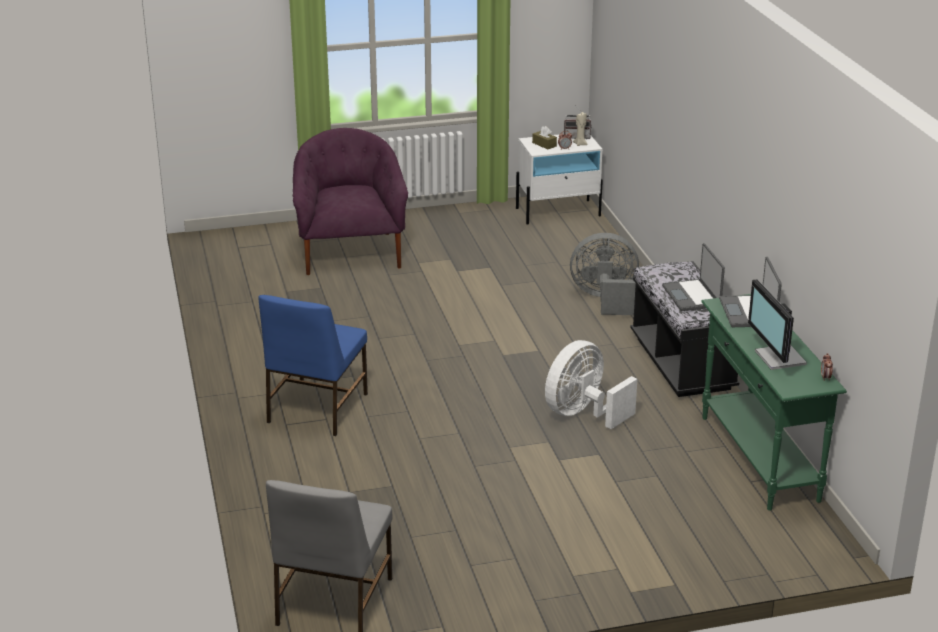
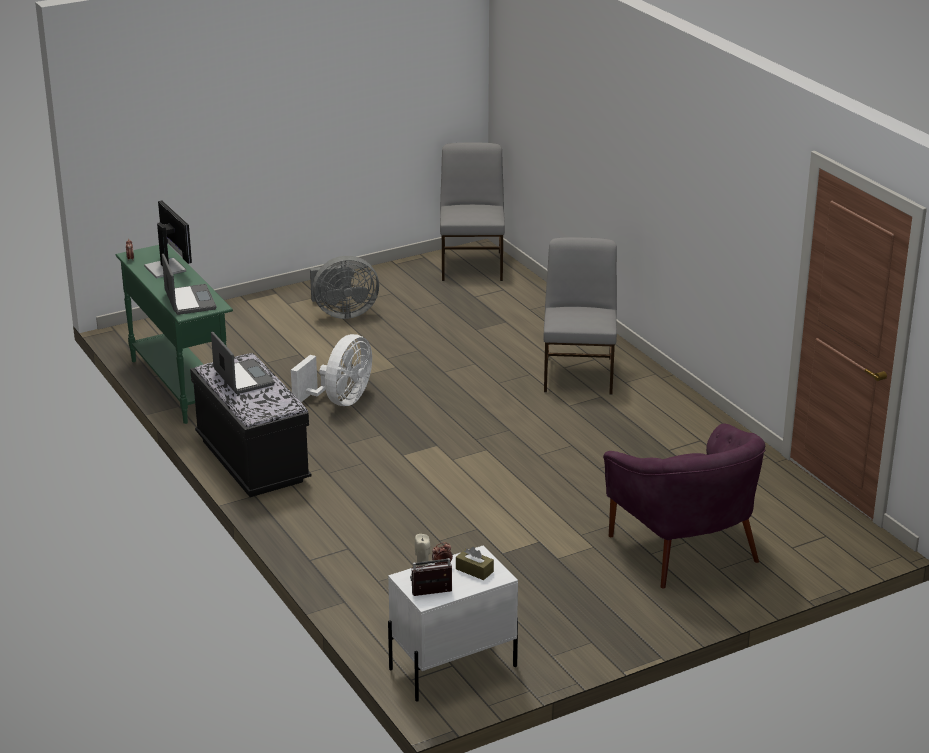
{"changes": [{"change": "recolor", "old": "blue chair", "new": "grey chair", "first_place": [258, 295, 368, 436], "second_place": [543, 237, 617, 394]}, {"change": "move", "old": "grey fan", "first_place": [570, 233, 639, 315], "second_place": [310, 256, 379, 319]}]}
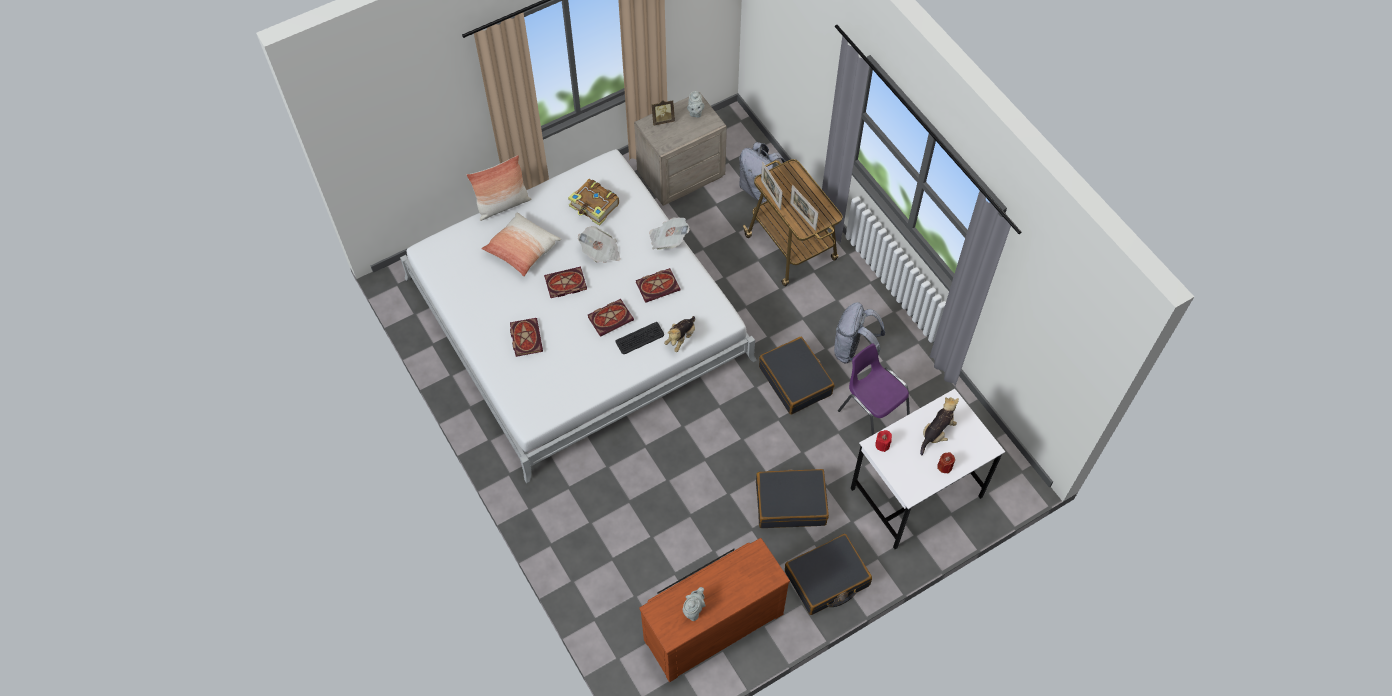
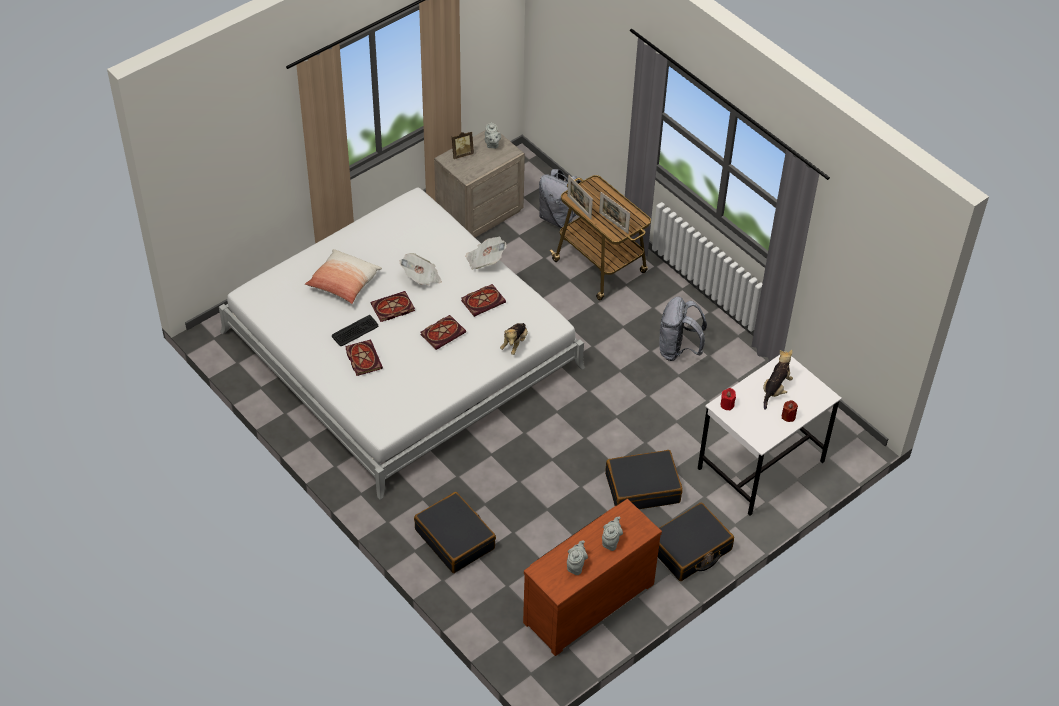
{"changes": [{"change": "delete", "old": "pillow", "first_place": [466, 155, 531, 221]}, {"change": "delete", "old": "book", "first_place": [568, 179, 619, 226]}, {"change": "move", "old": "keyboard", "first_place": [615, 322, 664, 354], "second_place": [332, 315, 378, 346]}, {"change": "move", "old": "black suitcase", "first_place": [759, 337, 834, 415], "second_place": [414, 492, 496, 573]}, {"change": "delete", "old": "purple chair", "first_place": [838, 343, 910, 435]}, {"change": "insert", "new": "grey teapot", "second_place": [602, 517, 623, 551]}]}
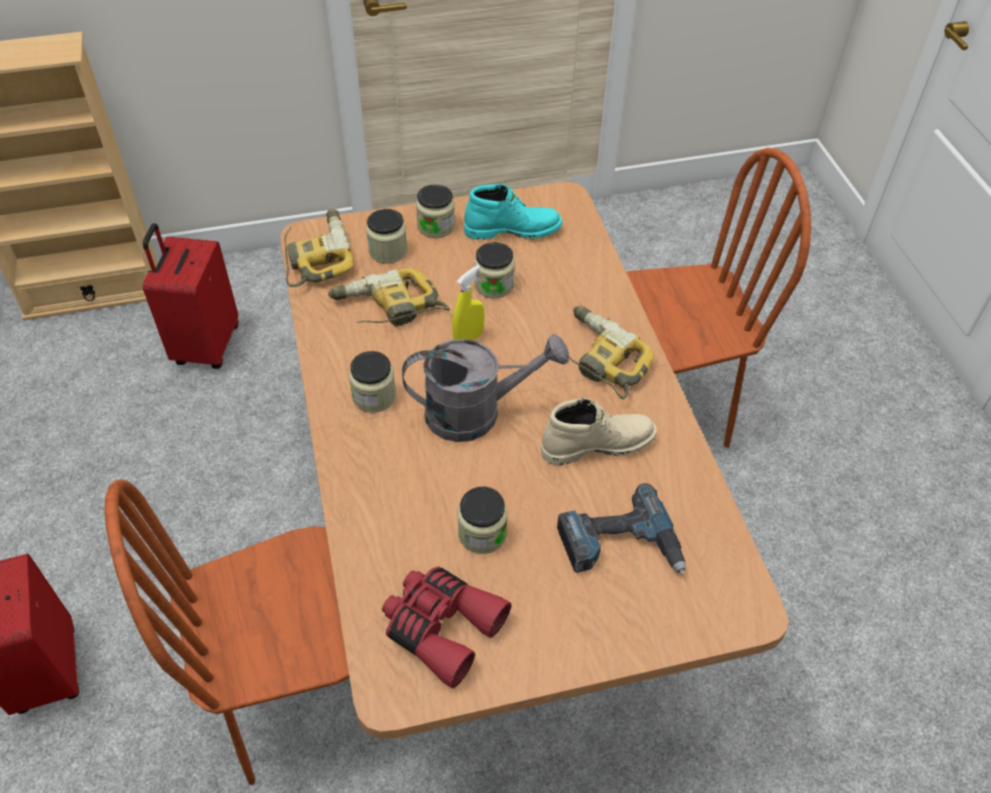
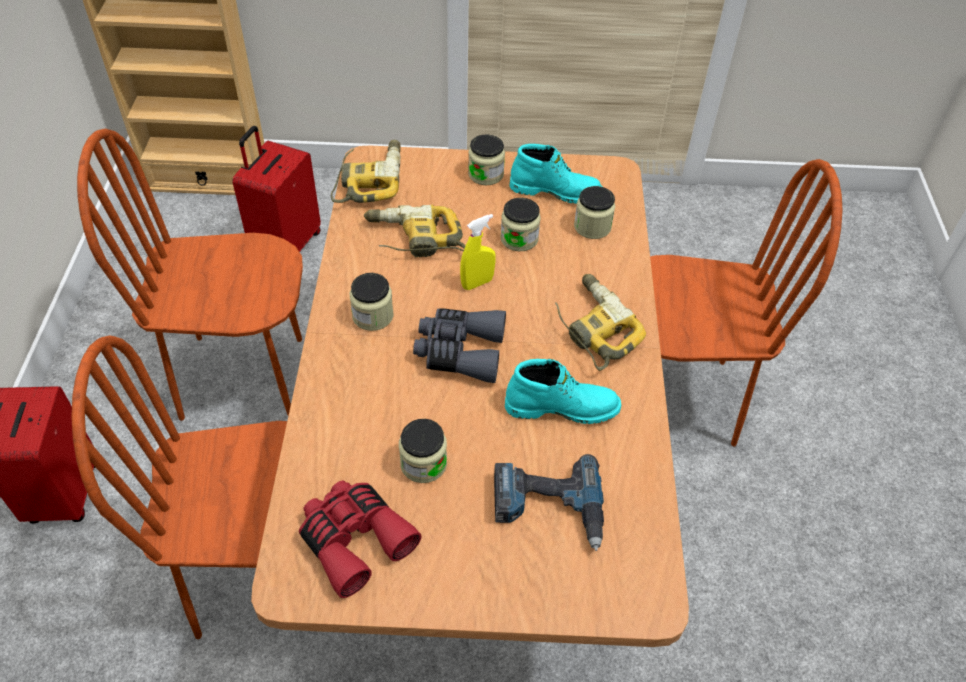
{"changes": [{"change": "move", "old": "jar", "first_place": [366, 209, 407, 263], "second_place": [574, 186, 615, 239]}, {"change": "replace", "old": "grey watering can", "new": "grey binoculars", "first_place": [402, 334, 569, 442], "second_place": [413, 308, 506, 383]}, {"change": "recolor", "old": "beige boot", "new": "turquoise boot", "first_place": [541, 398, 657, 465], "second_place": [505, 359, 621, 424]}, {"change": "insert", "new": "brown chair", "second_place": [77, 129, 303, 421]}]}
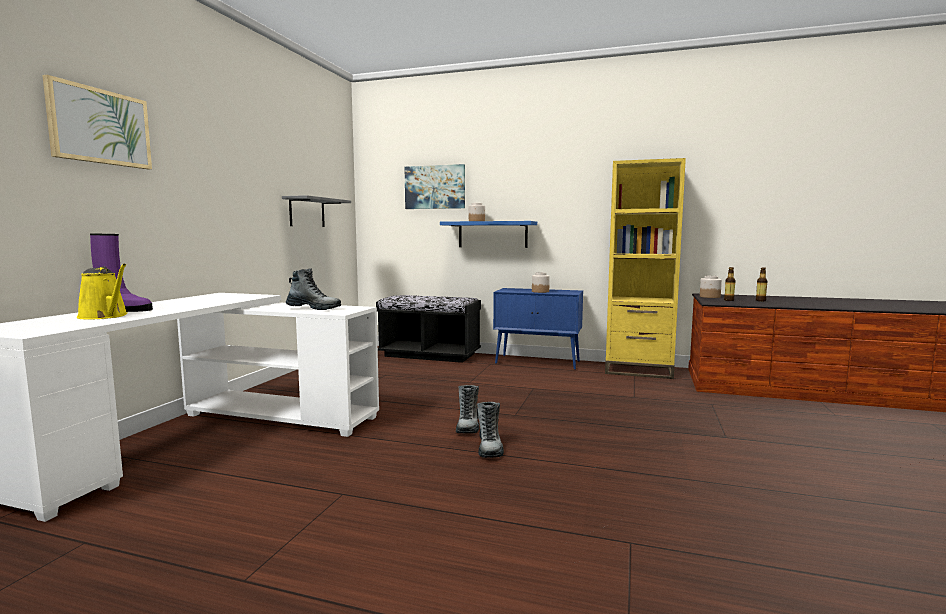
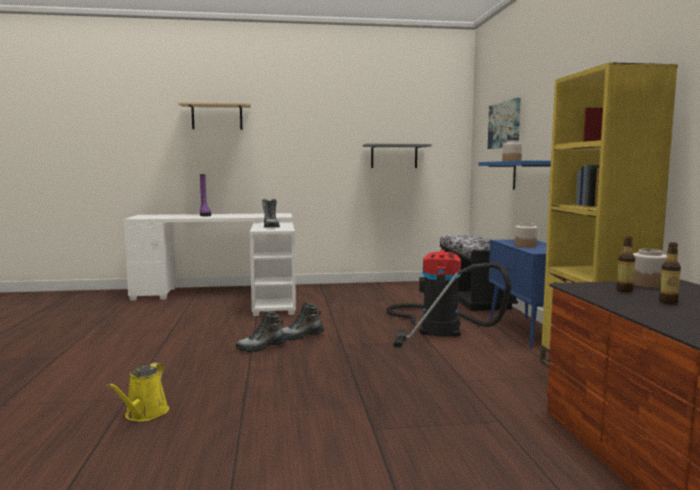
{"changes": [{"change": "replace", "old": "picture", "new": "beige shelf", "first_place": [42, 75, 152, 169], "second_place": [178, 101, 251, 130]}, {"change": "move", "old": "yellow watering can", "first_place": [77, 264, 128, 320], "second_place": [107, 363, 169, 421]}, {"change": "insert", "new": "vacuum cleaner", "second_place": [386, 249, 511, 348]}]}
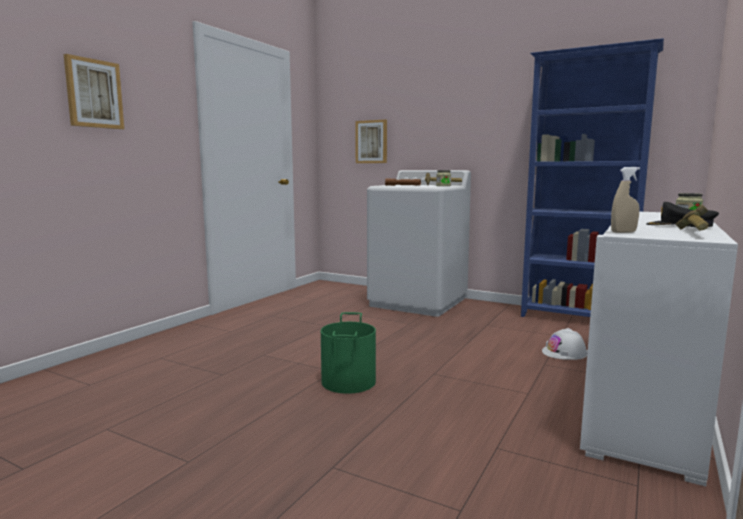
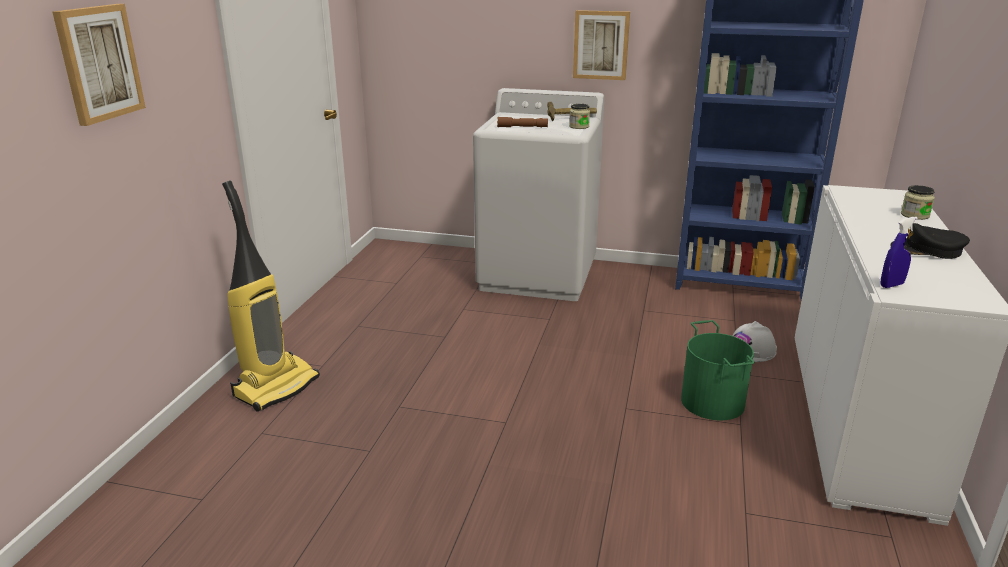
{"changes": [{"change": "move", "old": "green bucket", "first_place": [321, 312, 376, 394], "second_place": [681, 320, 754, 420]}, {"change": "move", "old": "picture", "first_place": [355, 119, 387, 163], "second_place": [573, 10, 630, 80]}, {"change": "recolor", "old": "beige spray bottle", "new": "blue spray bottle", "first_place": [611, 167, 640, 233], "second_place": [881, 217, 918, 288]}, {"change": "delete", "old": "hammer", "first_place": [676, 205, 709, 230]}, {"change": "insert", "new": "vacuum cleaner", "second_place": [222, 180, 320, 412]}]}
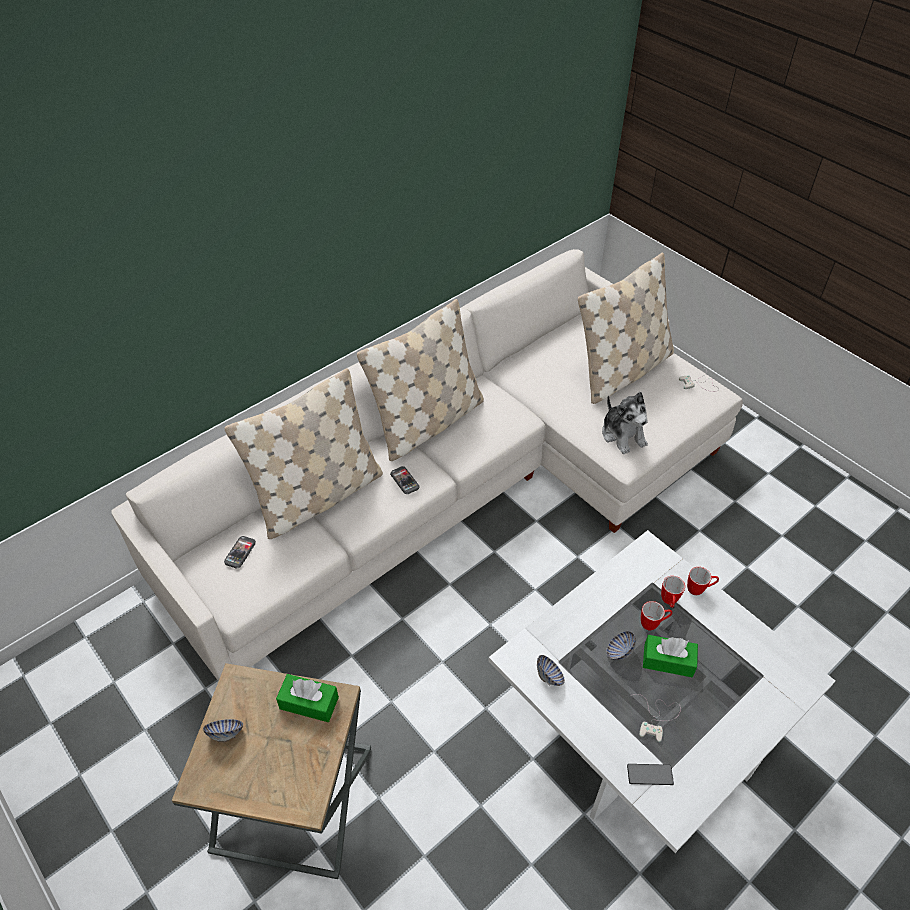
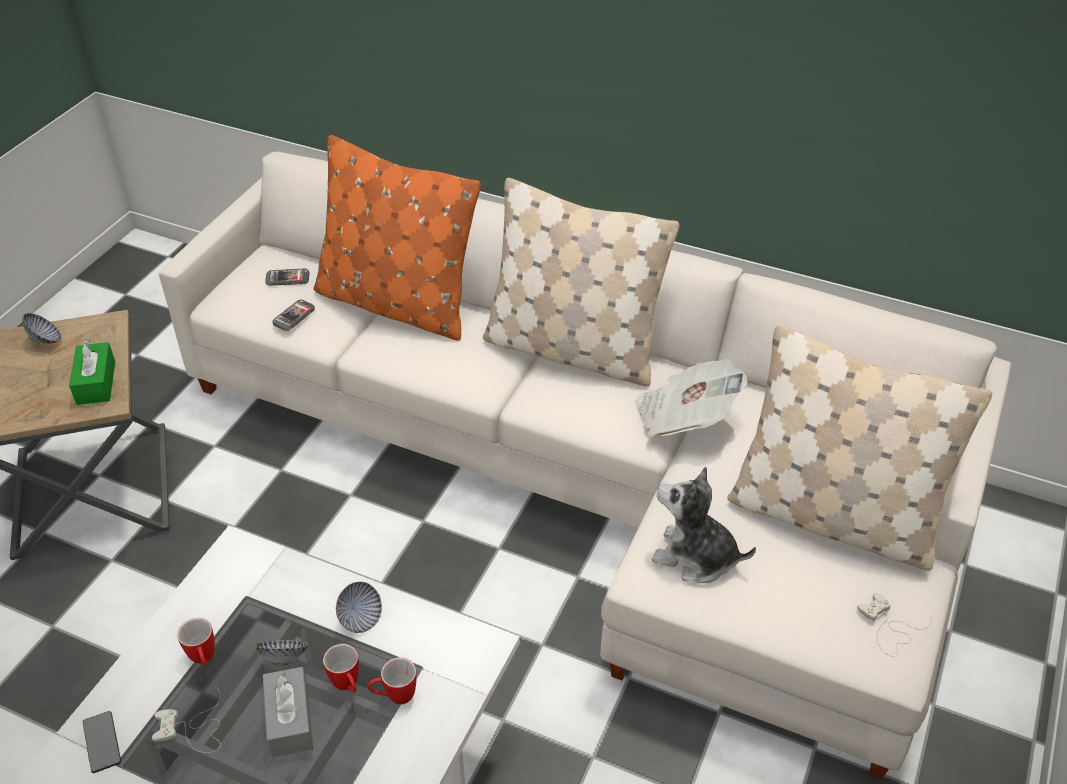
{"changes": [{"change": "recolor", "old": "beige pillow", "new": "orange pillow", "first_place": [225, 368, 383, 539], "second_place": [314, 135, 481, 341]}, {"change": "move", "old": "phone", "first_place": [390, 466, 420, 494], "second_place": [272, 300, 315, 331]}, {"change": "move", "old": "bowl", "first_place": [537, 655, 565, 686], "second_place": [336, 582, 382, 633]}, {"change": "rotate", "old": "plush toy", "first_place": [602, 392, 648, 454], "second_place": [652, 466, 756, 583], "degrees": 75}, {"change": "recolor", "old": "green tissue box", "new": "grey tissue box", "first_place": [643, 635, 698, 677], "second_place": [263, 667, 313, 757]}, {"change": "move", "old": "mug", "first_place": [687, 567, 719, 595], "second_place": [177, 618, 215, 666]}, {"change": "insert", "new": "newspaper", "second_place": [635, 359, 747, 437]}]}
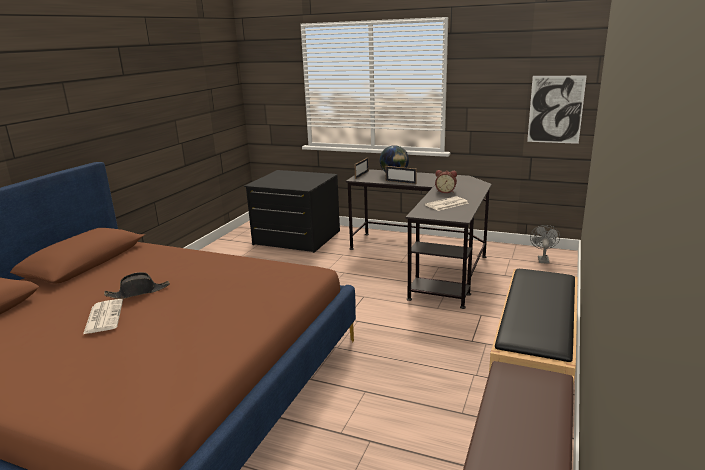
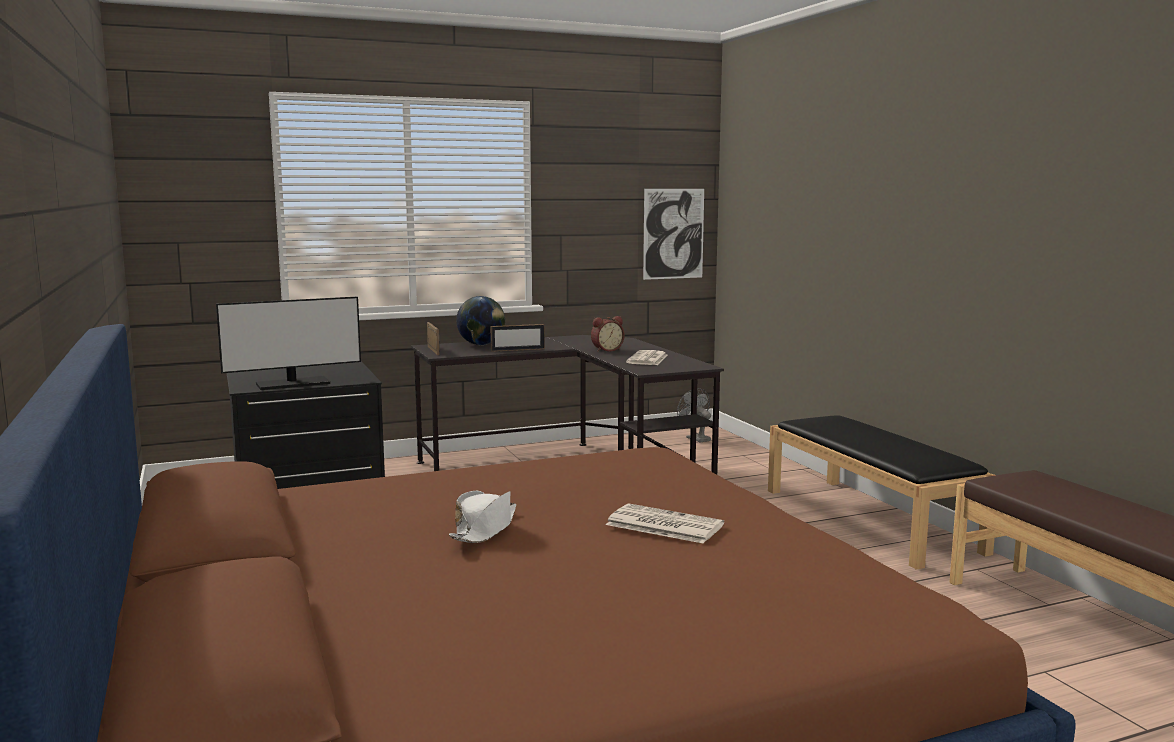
{"changes": [{"change": "move", "old": "newspaper", "first_place": [83, 299, 123, 334], "second_place": [606, 504, 724, 544]}, {"change": "recolor", "old": "black hat", "new": "white hat", "first_place": [104, 272, 170, 299], "second_place": [449, 490, 516, 543]}, {"change": "insert", "new": "monitor", "second_place": [216, 297, 361, 390]}]}
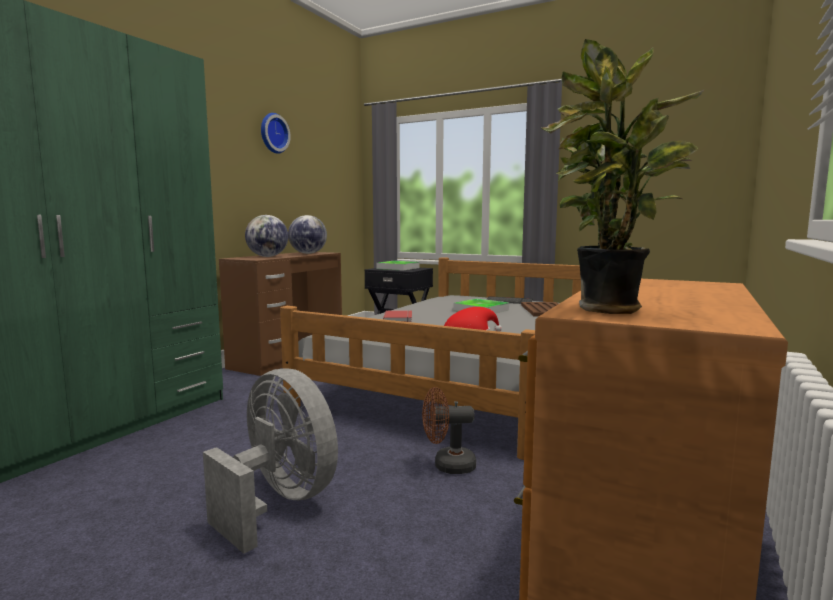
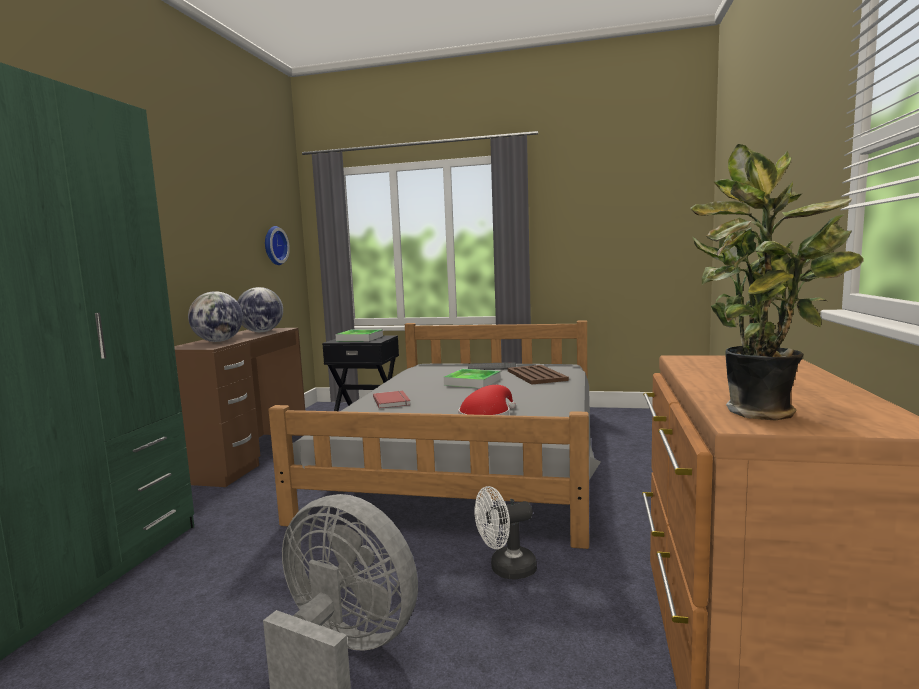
{"changes": [{"change": "move", "old": "wall clock", "first_place": [261, 113, 291, 154], "second_place": [265, 226, 290, 265]}, {"change": "recolor", "old": "brown fan", "new": "white fan", "first_place": [422, 387, 476, 474], "second_place": [474, 486, 537, 580]}]}
